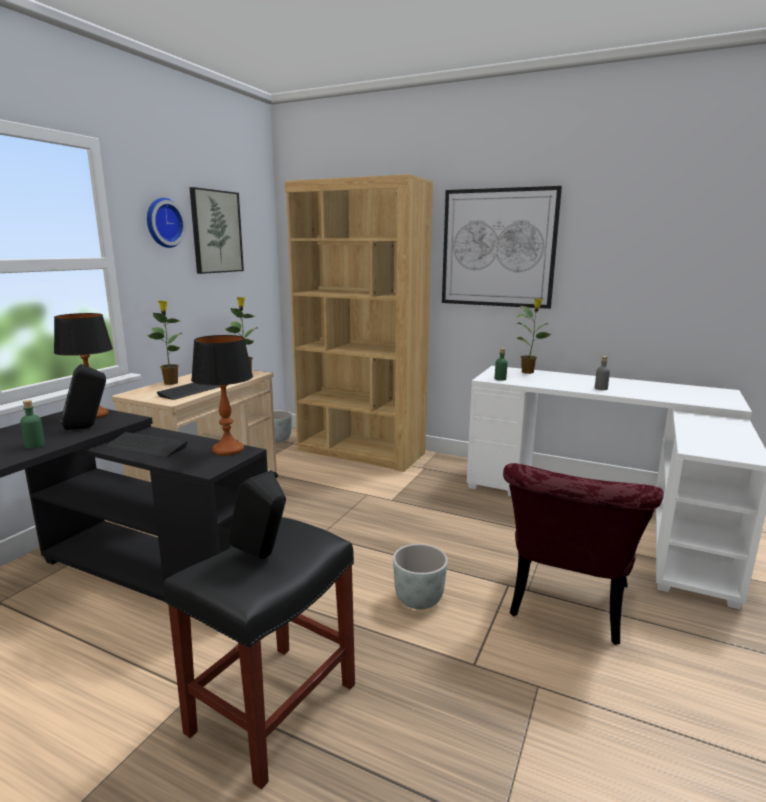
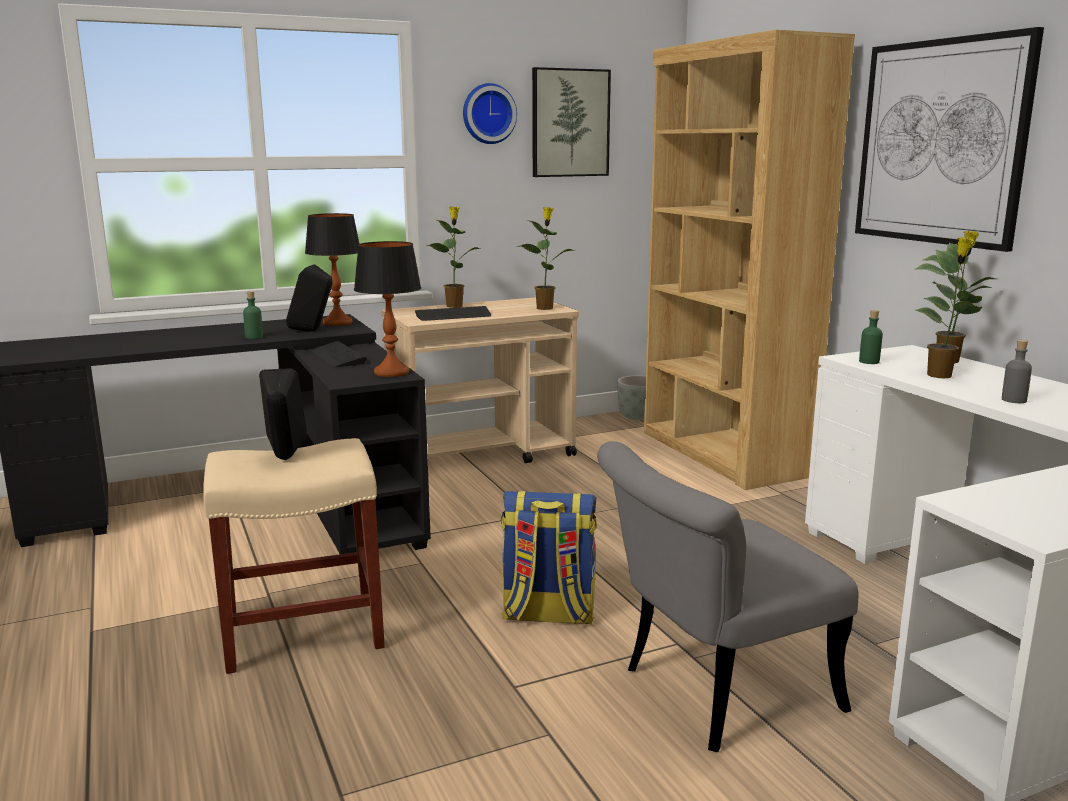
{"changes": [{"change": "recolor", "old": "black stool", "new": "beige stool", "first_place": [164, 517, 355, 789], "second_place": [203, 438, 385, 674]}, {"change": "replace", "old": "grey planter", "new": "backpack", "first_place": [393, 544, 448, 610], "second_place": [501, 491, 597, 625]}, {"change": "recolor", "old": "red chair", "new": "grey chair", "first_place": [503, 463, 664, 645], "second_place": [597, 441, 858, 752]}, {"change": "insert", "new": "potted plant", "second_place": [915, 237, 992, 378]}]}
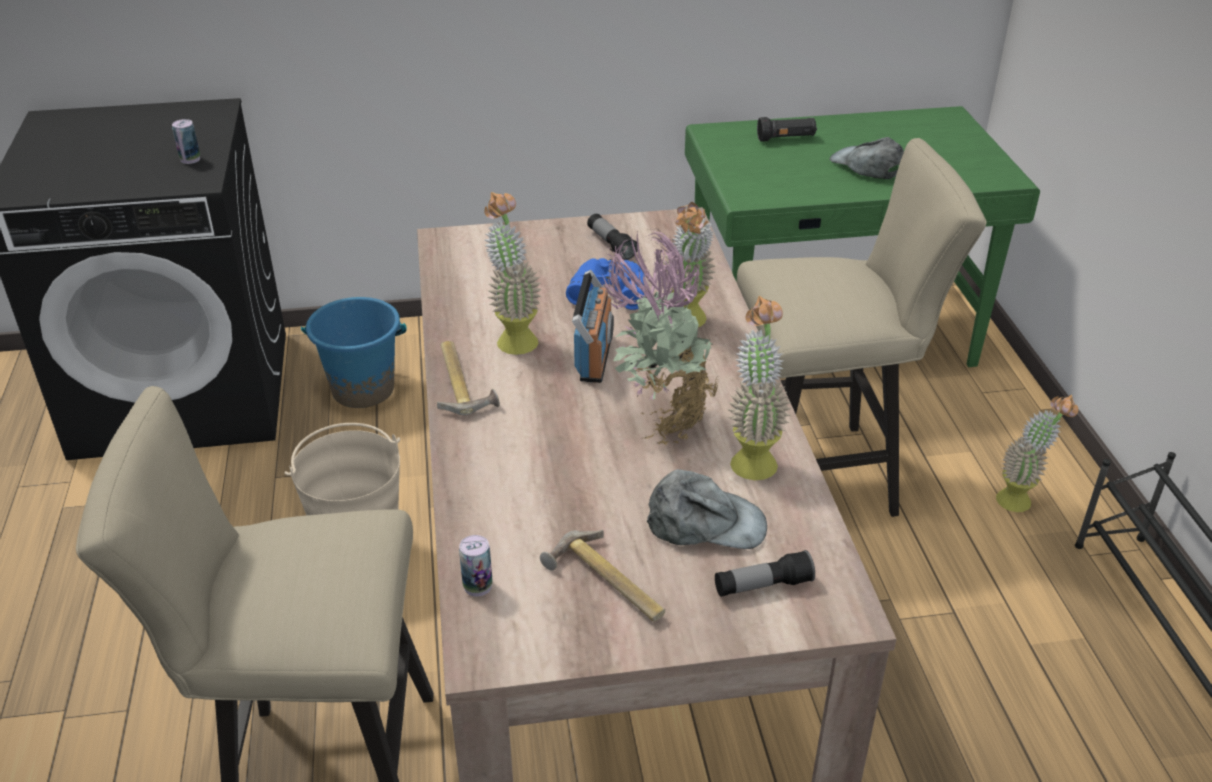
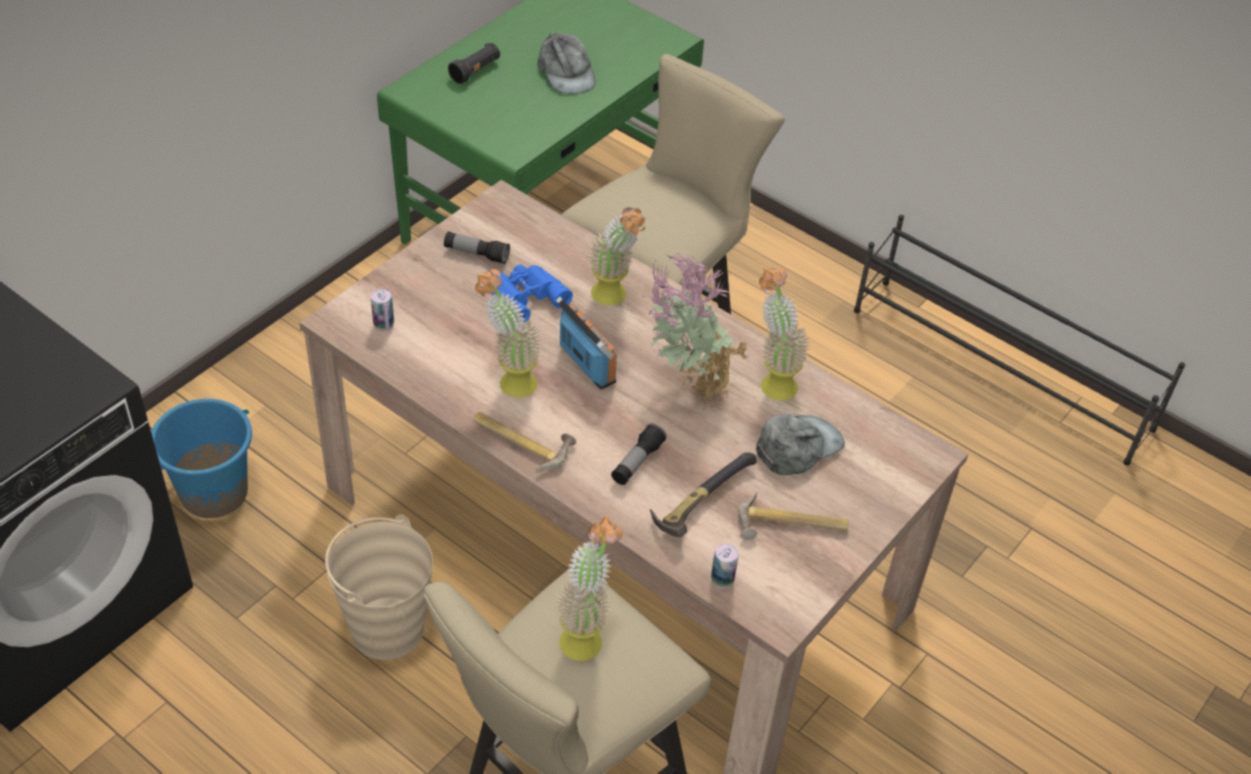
{"changes": [{"change": "move", "old": "can", "first_place": [172, 119, 200, 164], "second_place": [371, 289, 394, 332]}, {"change": "move", "old": "flashlight", "first_place": [715, 550, 815, 597], "second_place": [611, 423, 667, 485]}, {"change": "rotate", "old": "grey cap", "first_place": [830, 137, 904, 179], "second_place": [538, 33, 595, 94], "degrees": -120}, {"change": "move", "old": "potted plant", "first_place": [996, 395, 1078, 512], "second_place": [555, 515, 623, 661]}, {"change": "insert", "new": "hammer", "second_place": [650, 452, 757, 538]}]}
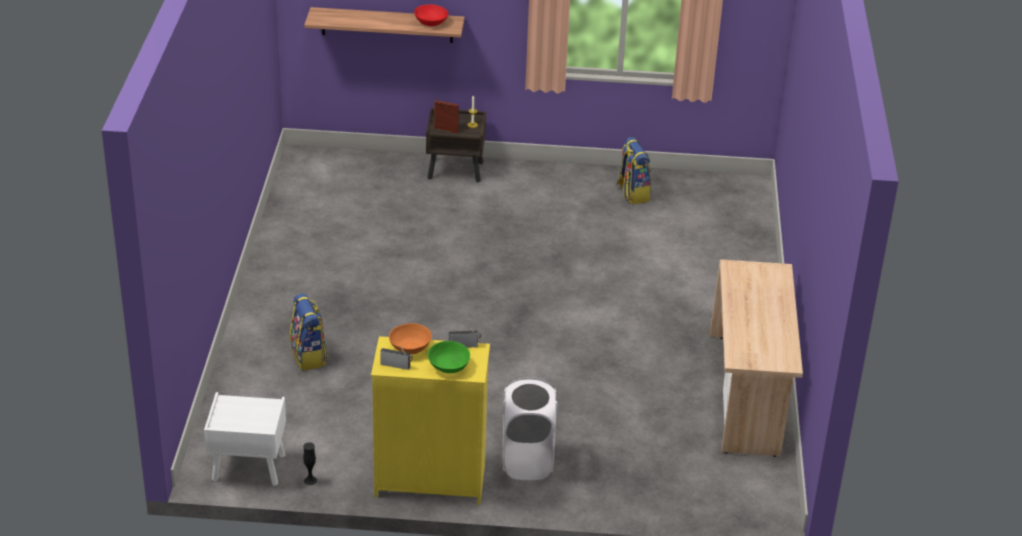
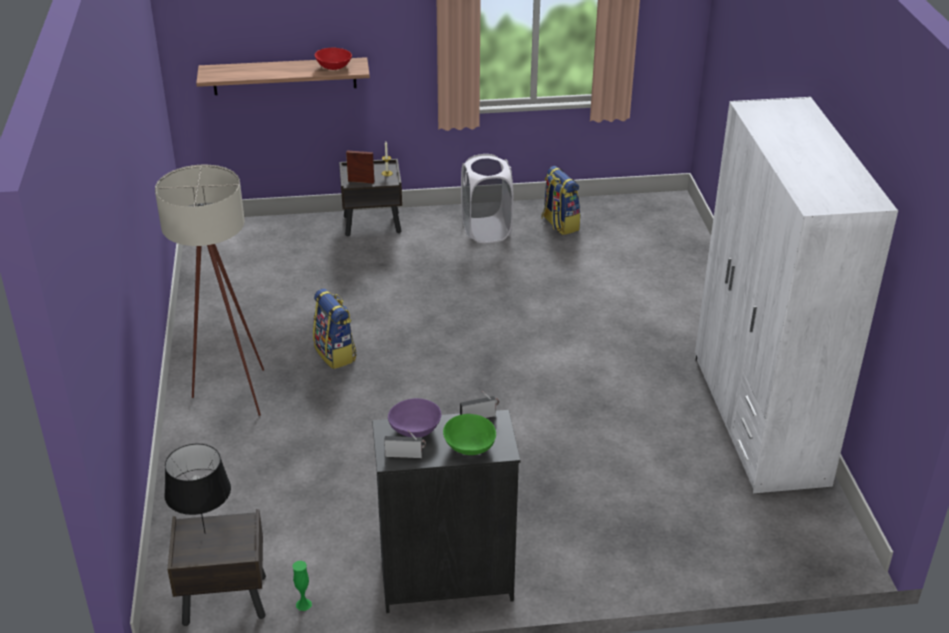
{"changes": [{"change": "recolor", "old": "white nightstand", "new": "brown nightstand", "first_place": [204, 392, 286, 486], "second_place": [167, 509, 266, 626]}, {"change": "move", "old": "backpack", "first_place": [290, 294, 328, 371], "second_place": [313, 288, 357, 369]}, {"change": "recolor", "old": "black vase", "new": "green vase", "first_place": [303, 442, 317, 485], "second_place": [292, 561, 312, 611]}, {"change": "recolor", "old": "yellow dresser", "new": "black dresser", "first_place": [371, 336, 490, 505], "second_place": [372, 410, 520, 613]}, {"change": "recolor", "old": "orange bowl", "new": "purple bowl", "first_place": [389, 323, 432, 354], "second_place": [388, 398, 441, 437]}, {"change": "move", "old": "white laundry basket", "first_place": [502, 378, 558, 480], "second_place": [461, 154, 513, 243]}, {"change": "replace", "old": "beige desk", "new": "white wardrobe", "first_place": [710, 259, 803, 457], "second_place": [695, 97, 898, 493]}, {"change": "insert", "new": "beige floor lamp", "second_place": [155, 165, 264, 416]}, {"change": "insert", "new": "black table lamp", "second_place": [164, 444, 231, 533]}]}
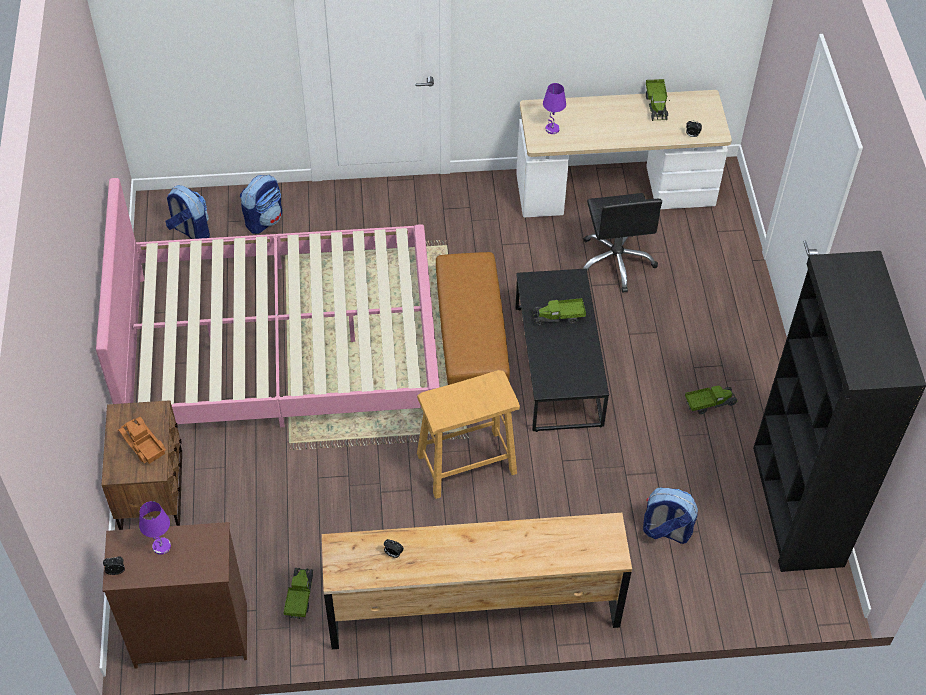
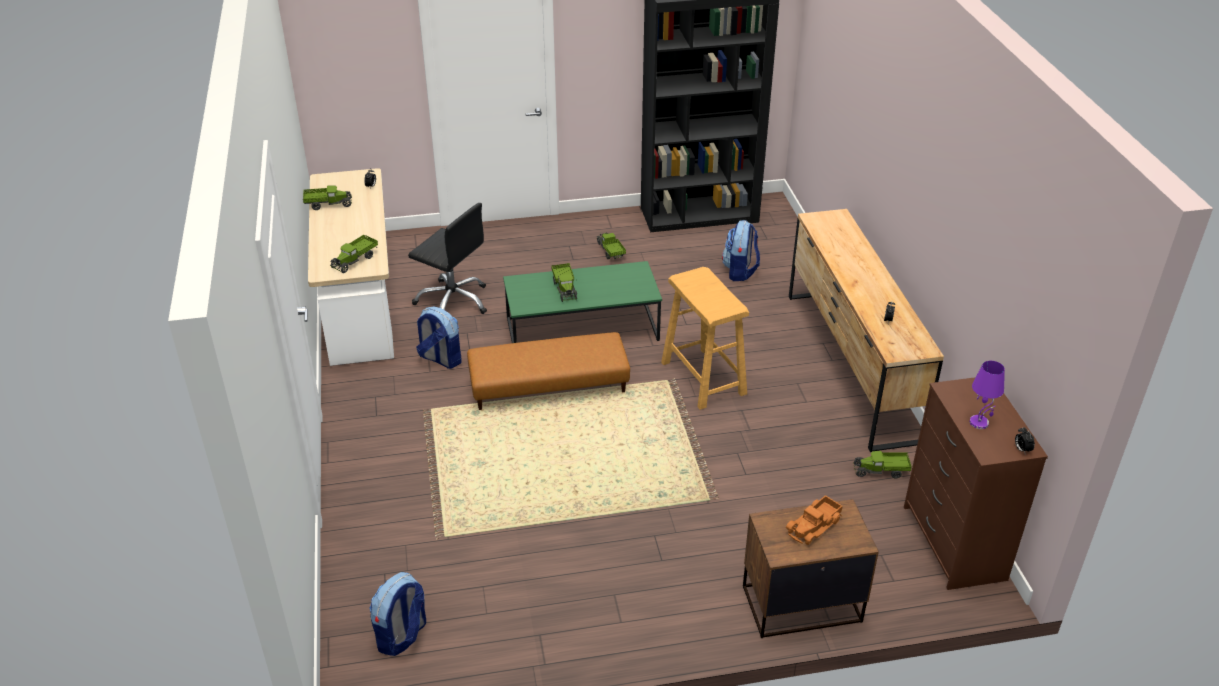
{"changes": [{"change": "delete", "old": "pink bed", "first_place": [96, 178, 440, 427]}, {"change": "move", "old": "backpack", "first_place": [240, 175, 282, 234], "second_place": [416, 306, 462, 369]}, {"change": "recolor", "old": "black coffee table", "new": "green coffee table", "first_place": [515, 269, 609, 432], "second_place": [503, 261, 662, 343]}, {"change": "replace", "old": "purple table lamp", "new": "toy truck", "first_place": [543, 83, 566, 134], "second_place": [330, 235, 378, 273]}, {"change": "rotate", "old": "black office chair", "first_place": [582, 193, 662, 293], "second_place": [408, 203, 487, 314], "degrees": 45}]}
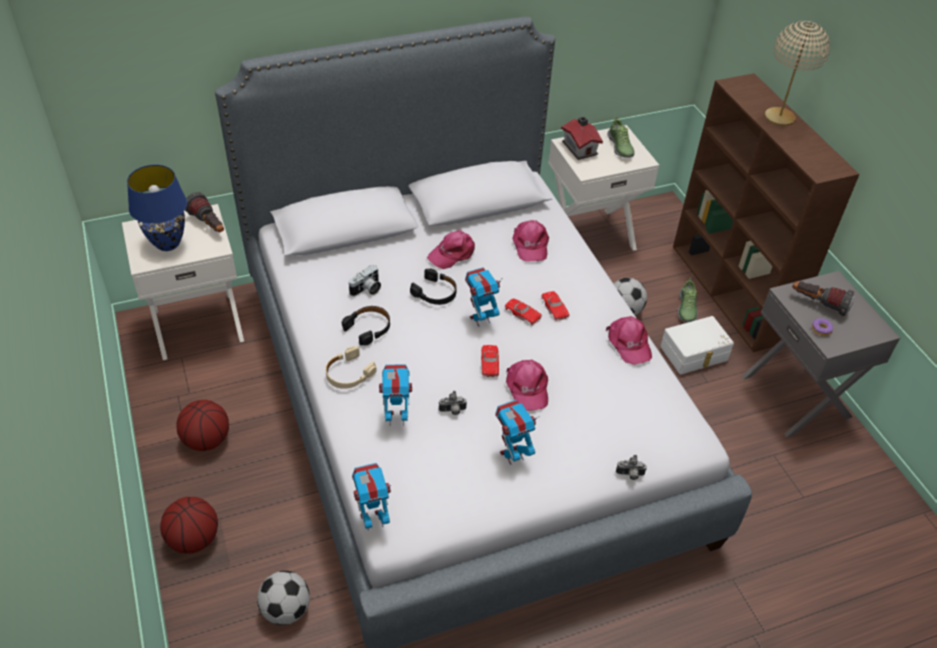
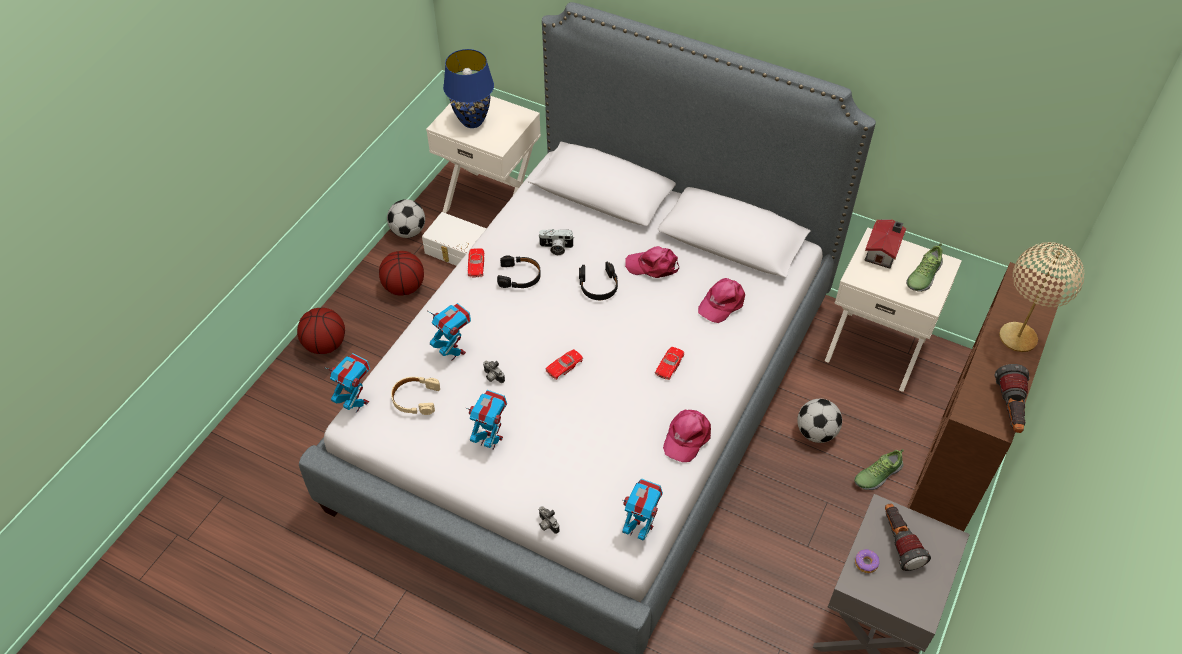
{"changes": [{"change": "move", "old": "flashlight", "first_place": [185, 192, 224, 232], "second_place": [995, 364, 1030, 433]}, {"change": "move", "old": "football", "first_place": [257, 571, 310, 625], "second_place": [387, 199, 425, 238]}, {"change": "move", "old": "beige headphones", "first_place": [325, 346, 377, 389], "second_place": [391, 377, 440, 415]}, {"change": "move", "old": "toy robot", "first_place": [465, 267, 503, 326], "second_place": [622, 479, 663, 541]}, {"change": "move", "old": "red toy car", "first_place": [505, 298, 542, 325], "second_place": [468, 248, 484, 278]}, {"change": "delete", "old": "pink cap", "first_place": [506, 360, 548, 411]}, {"change": "move", "old": "white storage box", "first_place": [660, 316, 734, 375], "second_place": [422, 212, 486, 266]}]}
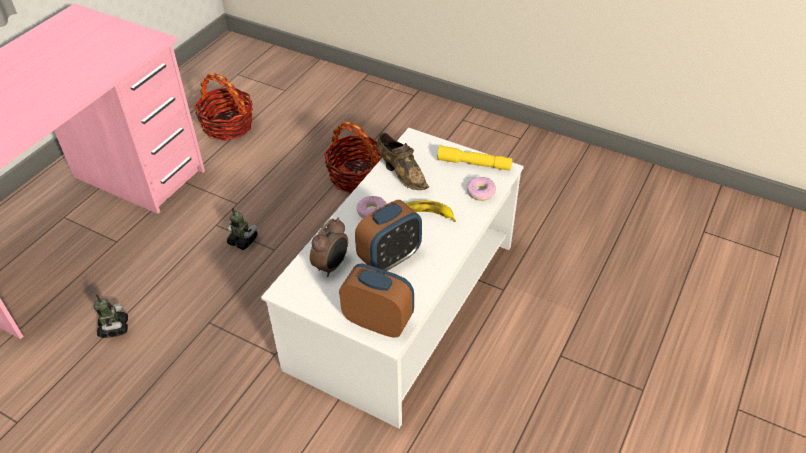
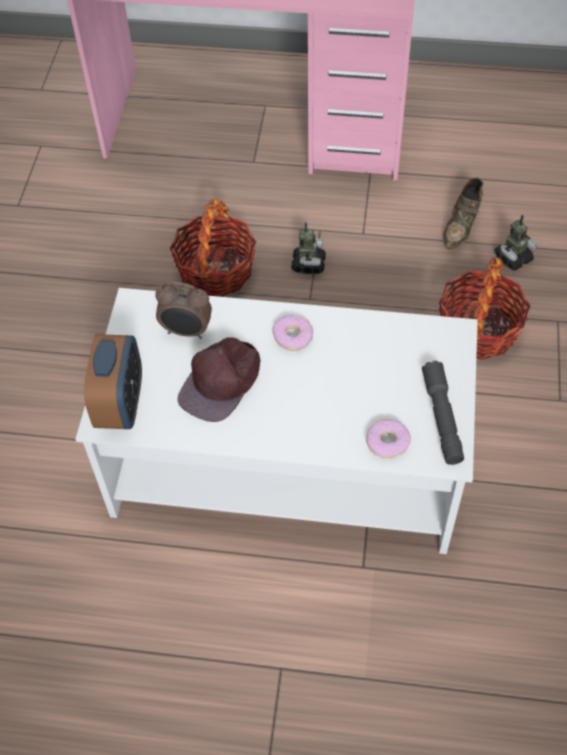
{"changes": [{"change": "move", "old": "toy robot", "first_place": [94, 294, 128, 338], "second_place": [495, 215, 537, 270]}, {"change": "move", "old": "basket", "first_place": [194, 73, 253, 141], "second_place": [170, 199, 256, 297]}, {"change": "replace", "old": "alarm clock", "new": "brown cap", "first_place": [355, 200, 422, 271], "second_place": [177, 337, 260, 422]}, {"change": "move", "old": "brown shoe", "first_place": [376, 133, 429, 190], "second_place": [443, 178, 483, 249]}, {"change": "delete", "old": "banana", "first_place": [405, 201, 456, 222]}, {"change": "recolor", "old": "yellow flashlight", "new": "grey flashlight", "first_place": [437, 145, 512, 171], "second_place": [422, 361, 464, 465]}]}
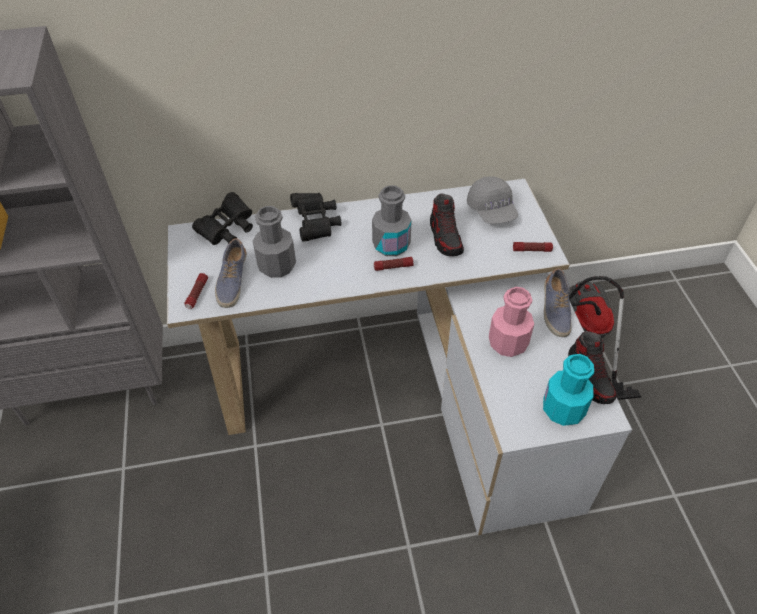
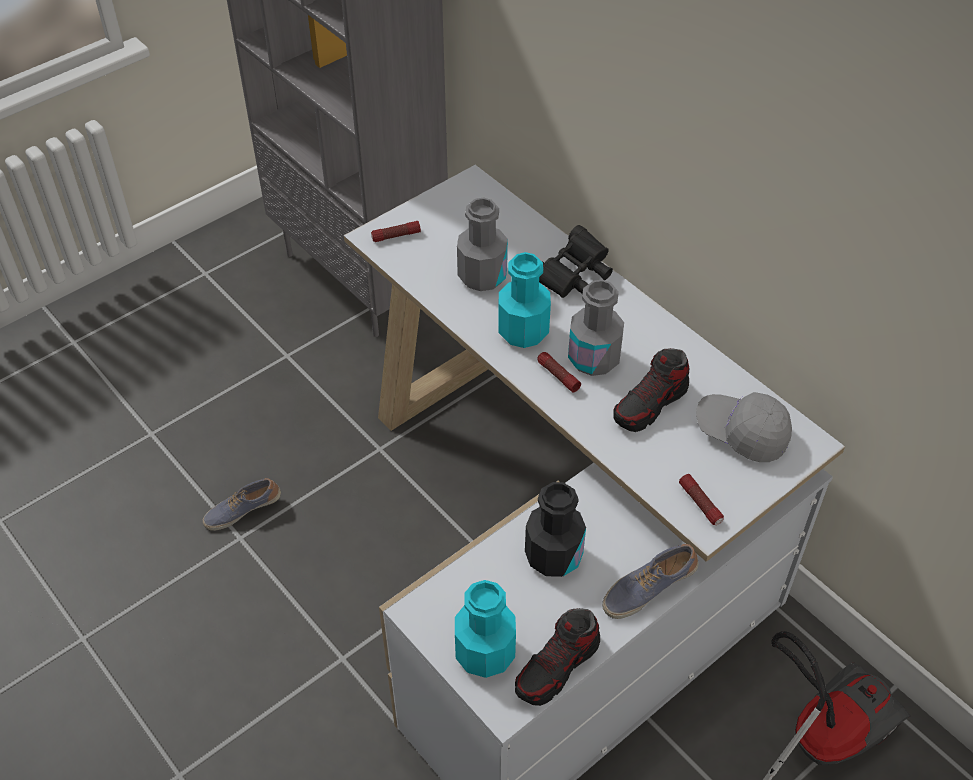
{"changes": [{"change": "delete", "old": "black binoculars", "first_place": [192, 192, 253, 245]}, {"change": "move", "old": "shoe", "first_place": [215, 238, 247, 308], "second_place": [203, 478, 281, 531]}, {"change": "rotate", "old": "grey cap", "first_place": [467, 176, 518, 224], "second_place": [696, 392, 792, 462], "degrees": 75}, {"change": "recolor", "old": "pink bottle", "new": "black bottle", "first_place": [489, 287, 534, 357], "second_place": [525, 482, 586, 577]}, {"change": "insert", "new": "turquoise bottle", "second_place": [498, 252, 551, 348]}]}
